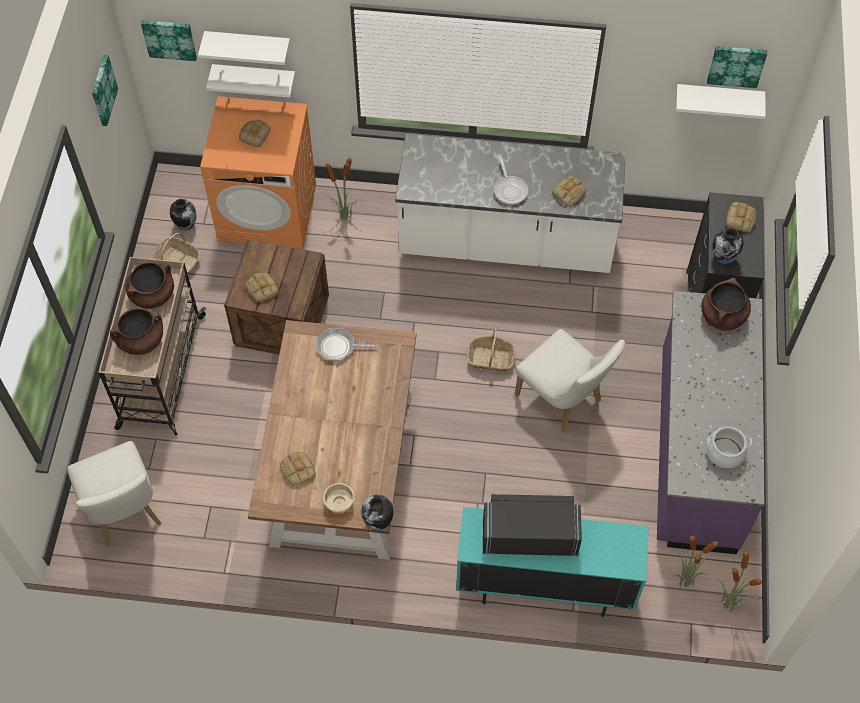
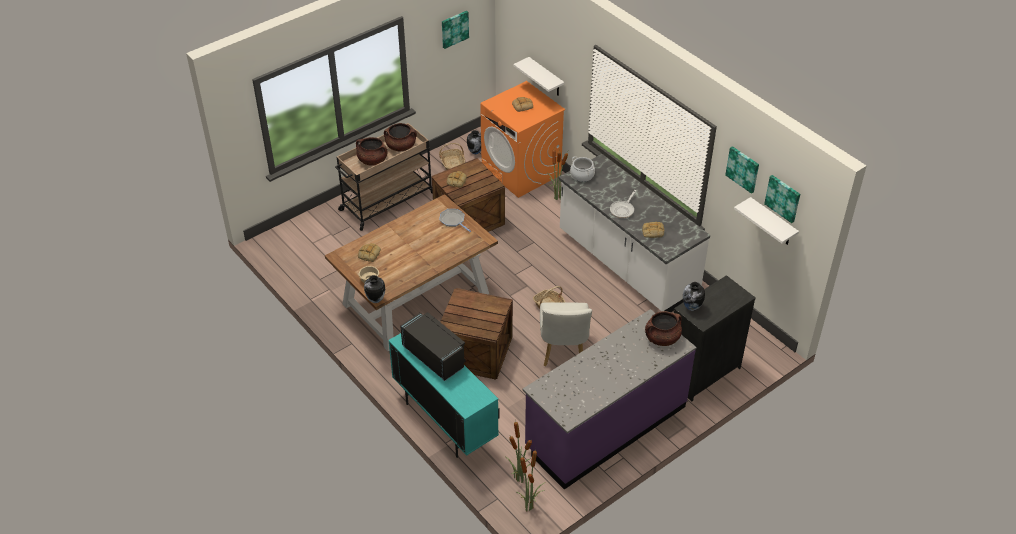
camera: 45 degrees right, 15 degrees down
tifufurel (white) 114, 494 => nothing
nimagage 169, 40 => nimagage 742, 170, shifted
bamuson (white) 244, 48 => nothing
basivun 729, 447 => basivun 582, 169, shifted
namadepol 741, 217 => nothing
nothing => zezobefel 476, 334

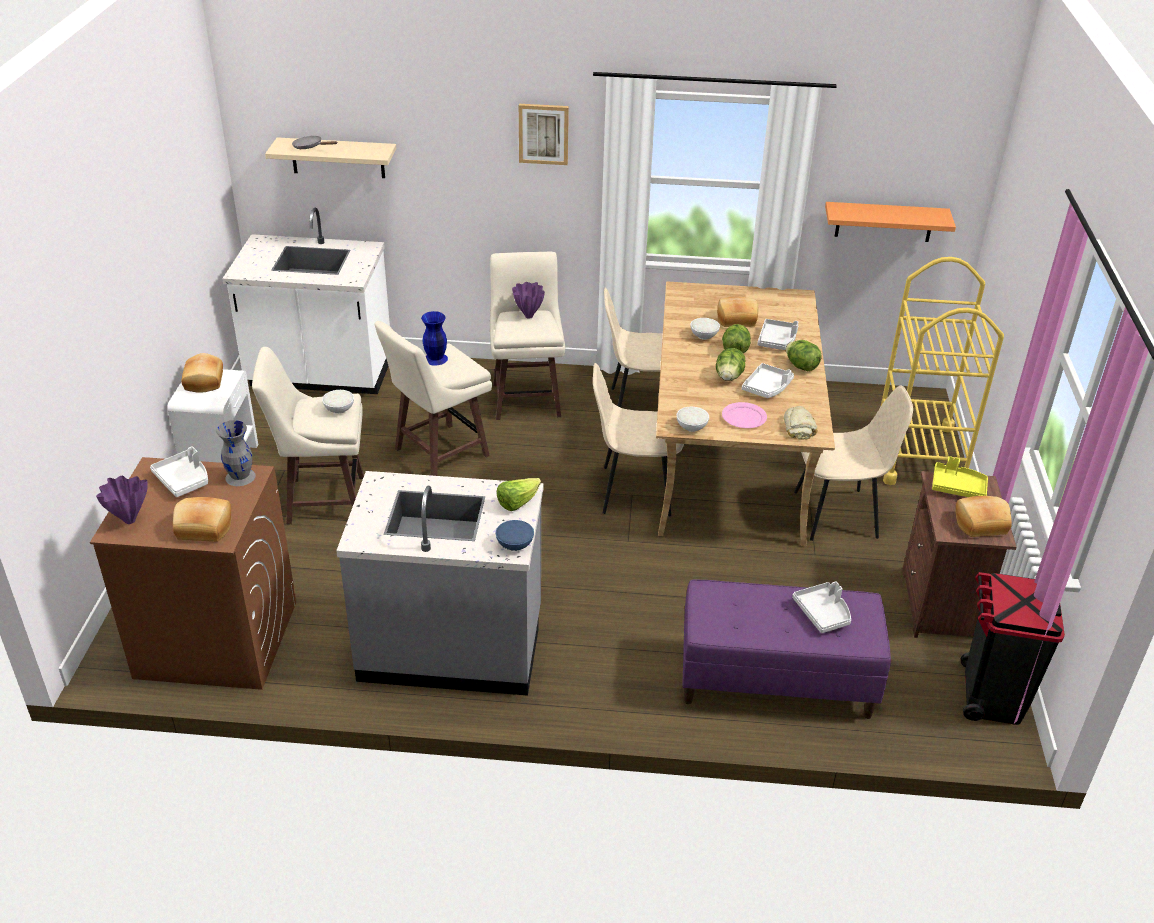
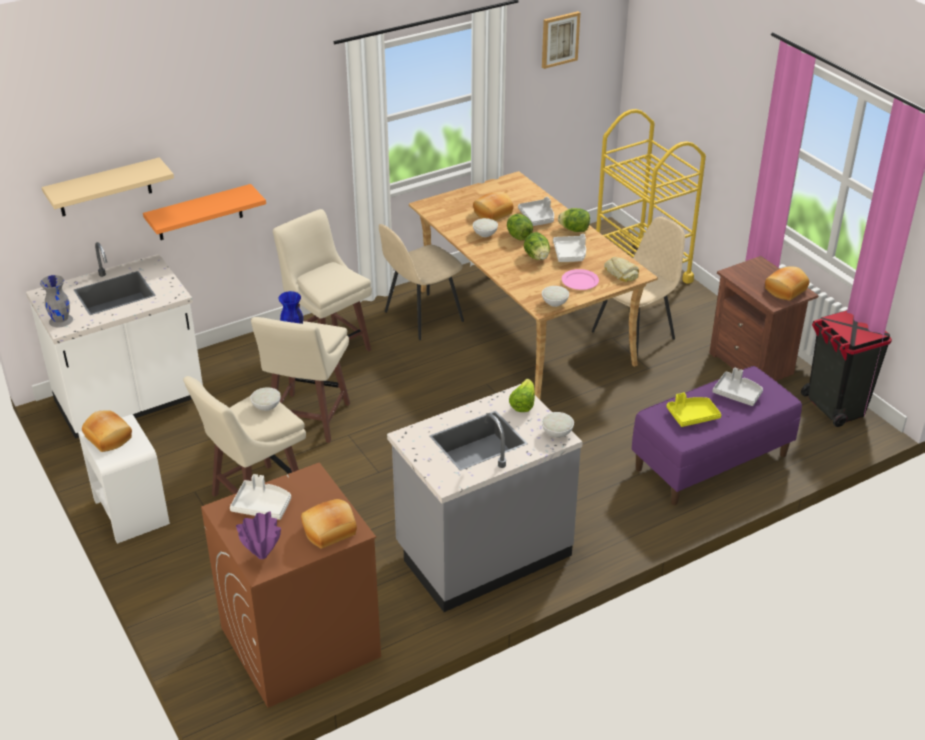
camera: 35 degrees left, 0 degrees up
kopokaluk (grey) 236, 453 => kopokaluk (grey) 56, 301, shifted
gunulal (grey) 314, 142 => nothing
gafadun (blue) 515, 535 => gafadun (white) 558, 425
kopokaluk (purple) 528, 300 => nothing
nimagage 544, 134 => nimagage 561, 40, shifted
tifufurel (beige) 638, 439 => nothing
bamuson (orange) 890, 222 => bamuson (orange) 204, 212, shifted
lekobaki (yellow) 960, 476 => lekobaki (yellow) 694, 410, shifted

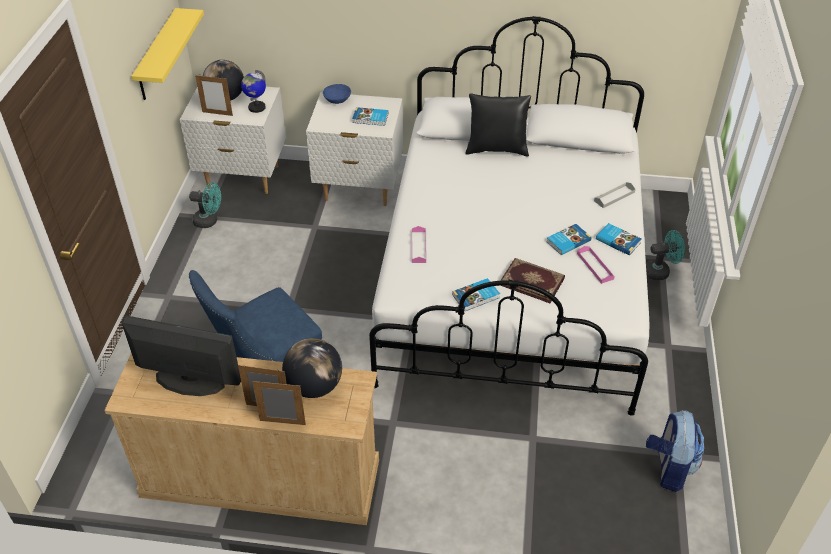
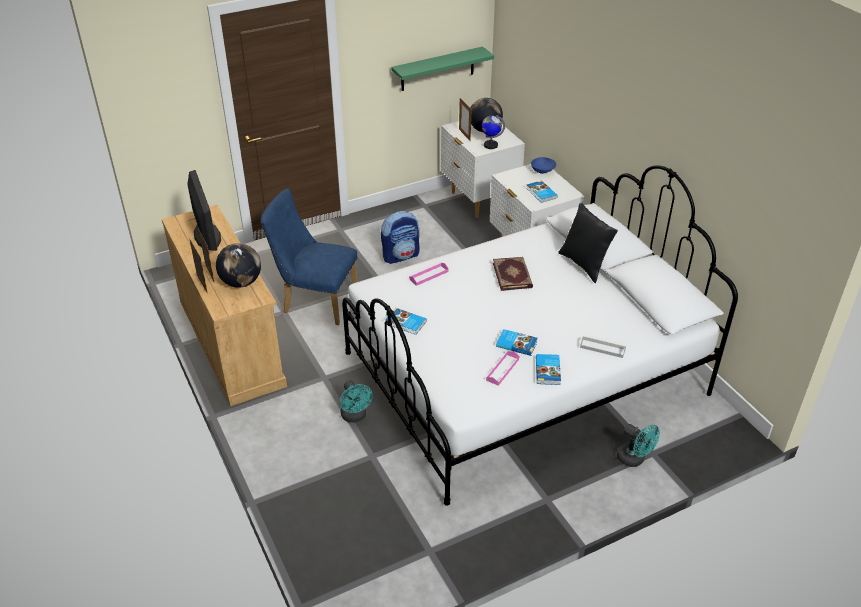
camera: 55 degrees right, 5 degrees down
bamuson (yellow) 167, 54 => bamuson (green) 442, 69
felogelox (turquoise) 205, 205 => felogelox (turquoise) 356, 401, shifted
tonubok 532, 280 => tonubok 513, 274, shifted
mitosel 675, 451 => mitosel 400, 237, shifted

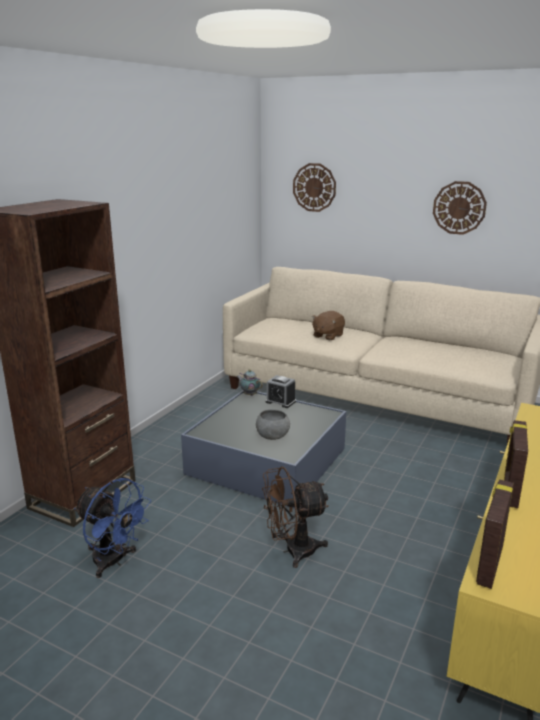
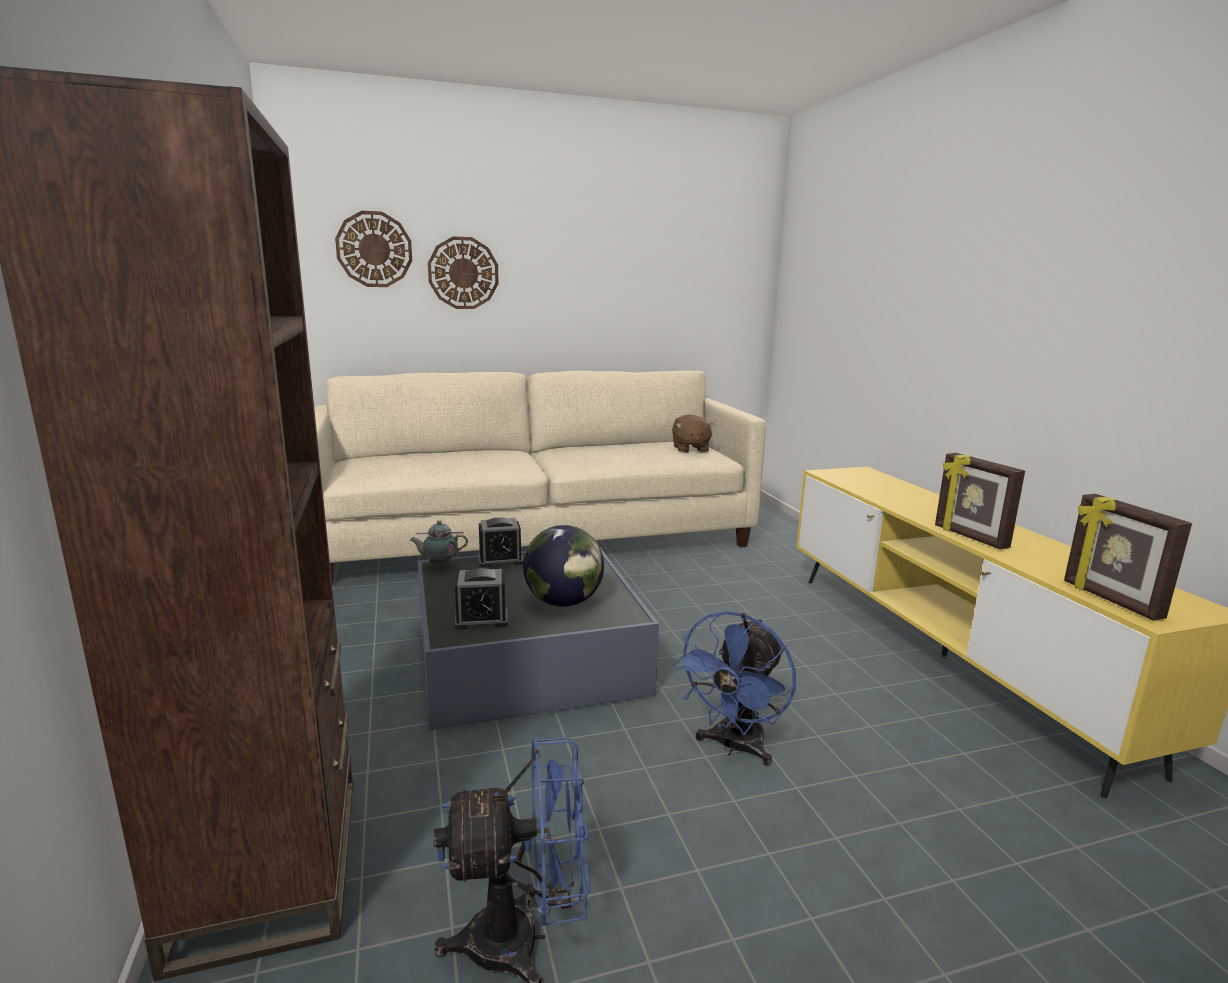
camera: 45 degrees left, 5 degrees down
gafadun (grey) 273, 424 => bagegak 563, 566
felogelox (brown) 295, 517 => felogelox (blue) 734, 688
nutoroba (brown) 328, 325 => nutoroba (brown) 693, 433, shifted
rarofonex 460, 208 => rarofonex 463, 272, shifted
nothing => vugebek 481, 599

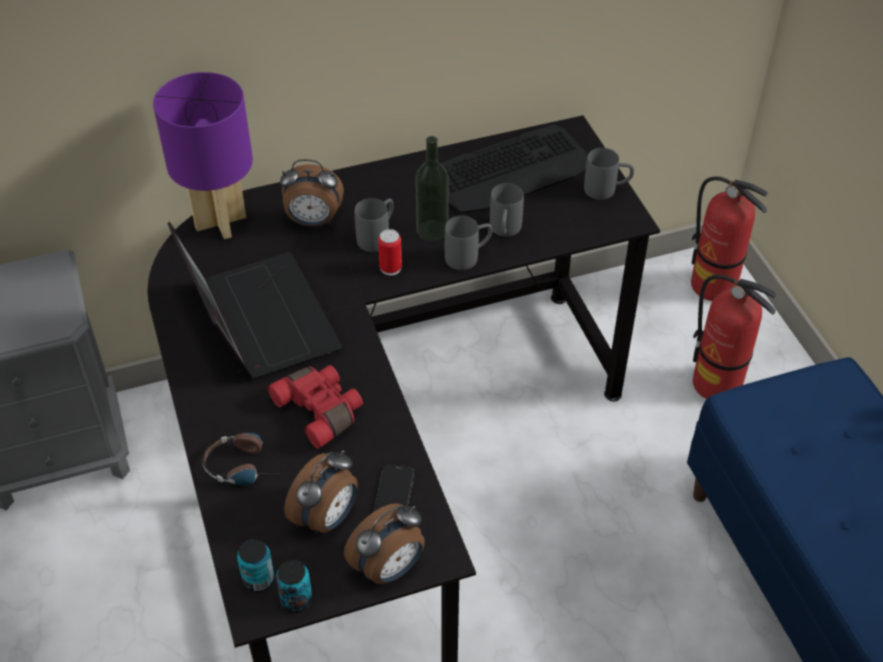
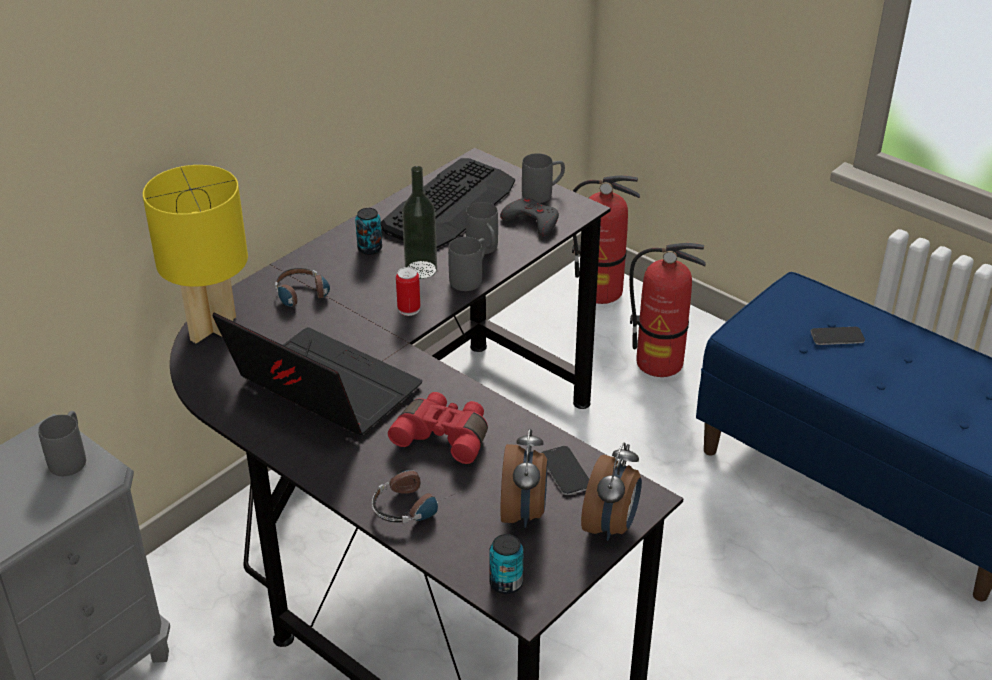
camera: 30 degrees left, 10 degrees down
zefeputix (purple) 203, 155 => zefeputix (yellow) 195, 254
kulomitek 294, 586 => kulomitek 368, 231, shifted
vugebek 312, 193 => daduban 302, 290
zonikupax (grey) 374, 225 => zonikupax (grey) 62, 443, shifted
nothing => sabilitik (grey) 529, 217
nothing => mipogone 837, 336

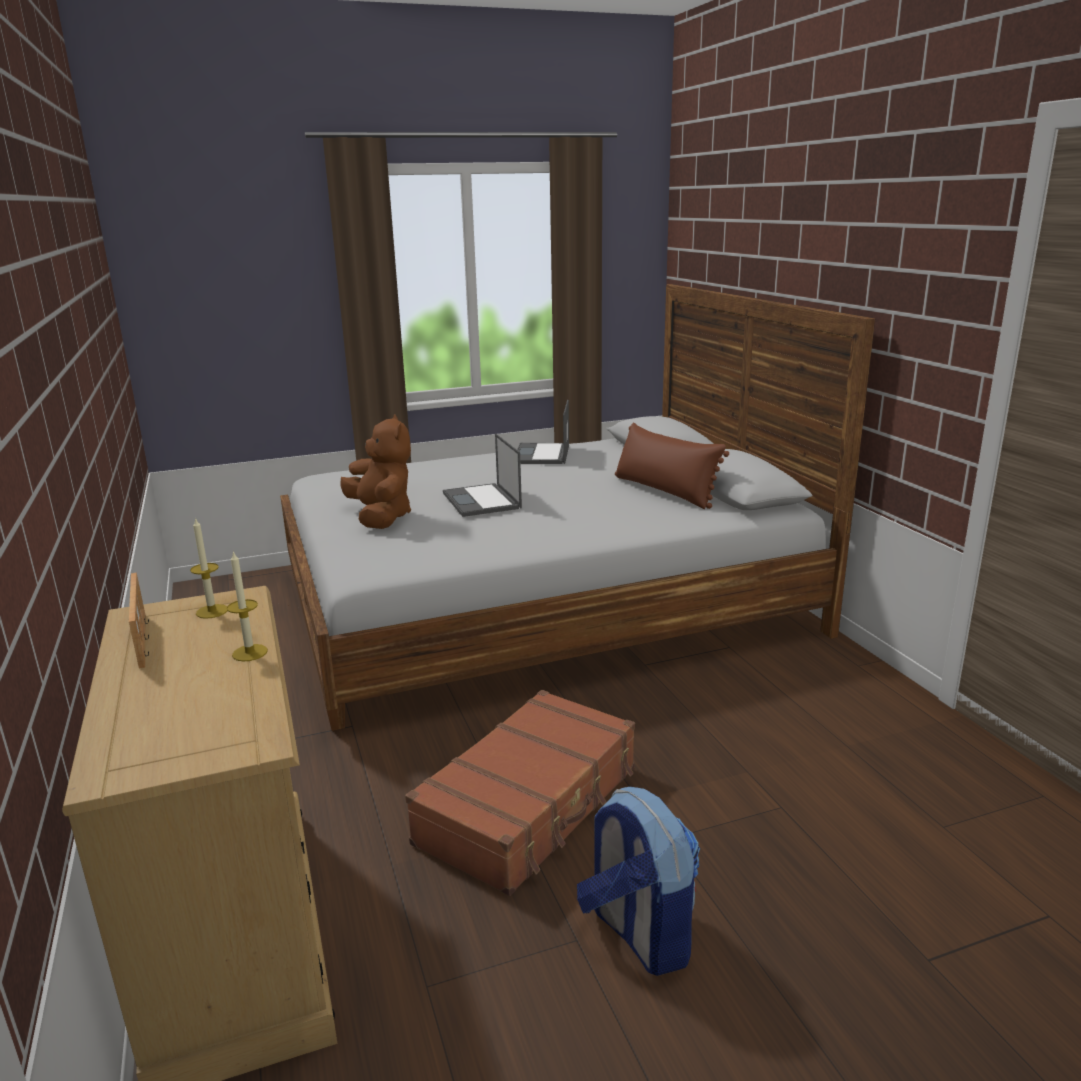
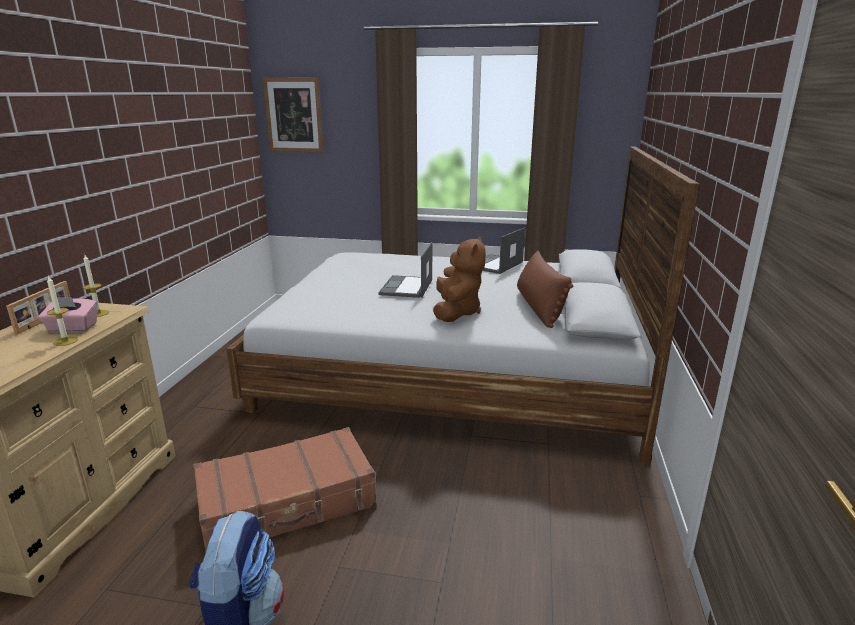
camera: 30 degrees right, 0 degrees up
nutoroba (brown) 375, 472 => nutoroba (brown) 459, 279, shifted
nothing => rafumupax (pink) 68, 314
nothing => nimagage 293, 114

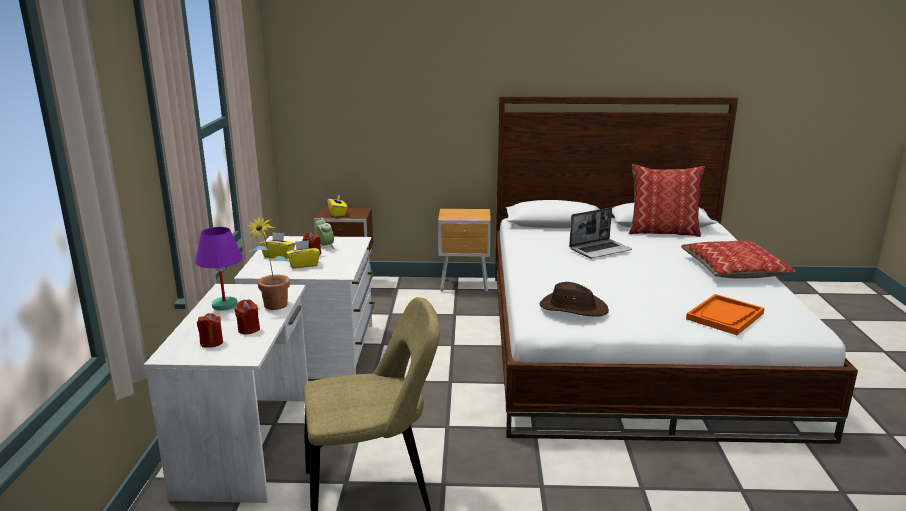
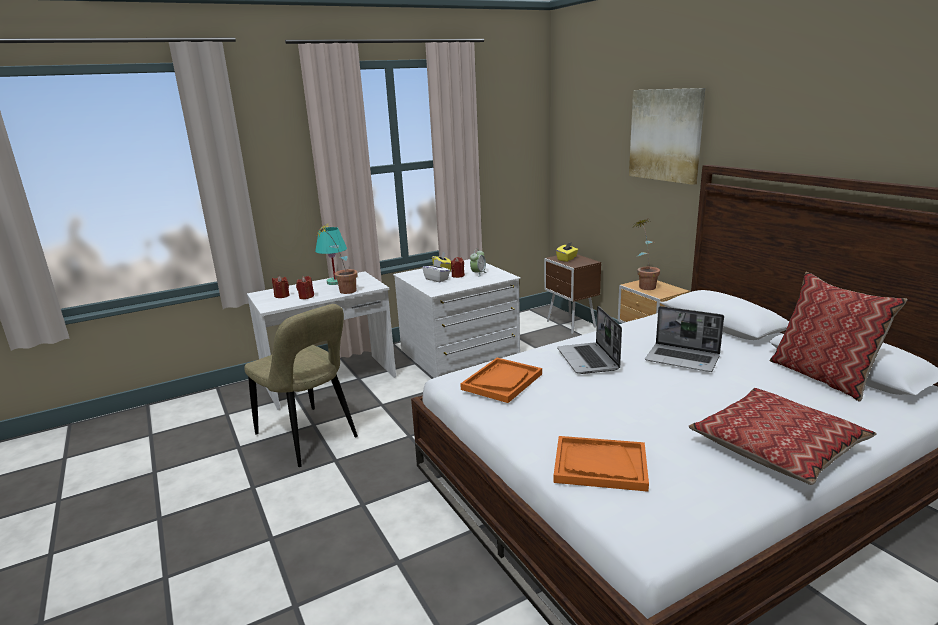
camera: 60 degrees right, 0 degrees up
zefeputix (purple) 219, 269 => zefeputix (turquoise) 331, 256
rafumupax (yellow) 303, 254 => rafumupax (white) 436, 270
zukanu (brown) 574, 299 => lekobaki (orange) 501, 380
nothing => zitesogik 589, 340
nothing => nimagage 667, 136
nothing => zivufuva 648, 254

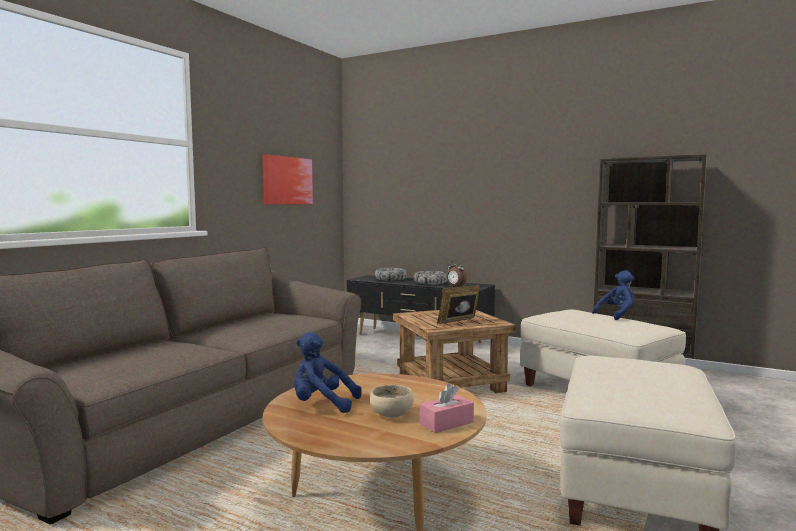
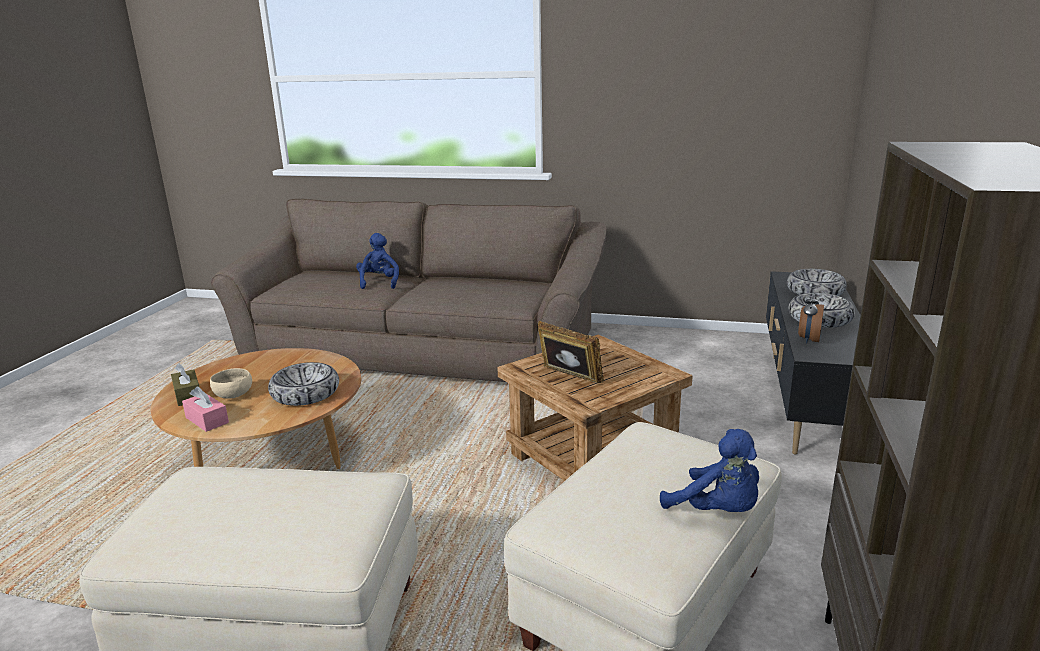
camera: 75 degrees right, 15 degrees up
nimagage 288, 179 => nothing
nutoroba (blue) 328, 372 => nutoroba (blue) 377, 261, shifted
nothing => rafumupax (brown) 185, 384
nothing => gafadun 303, 384

